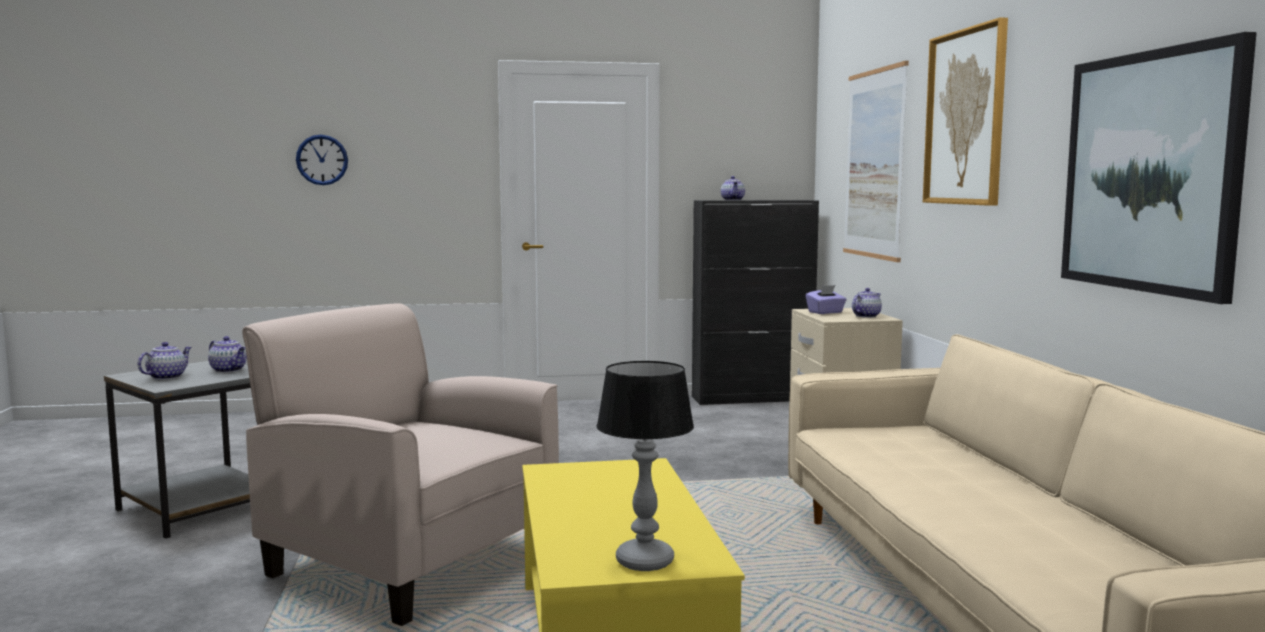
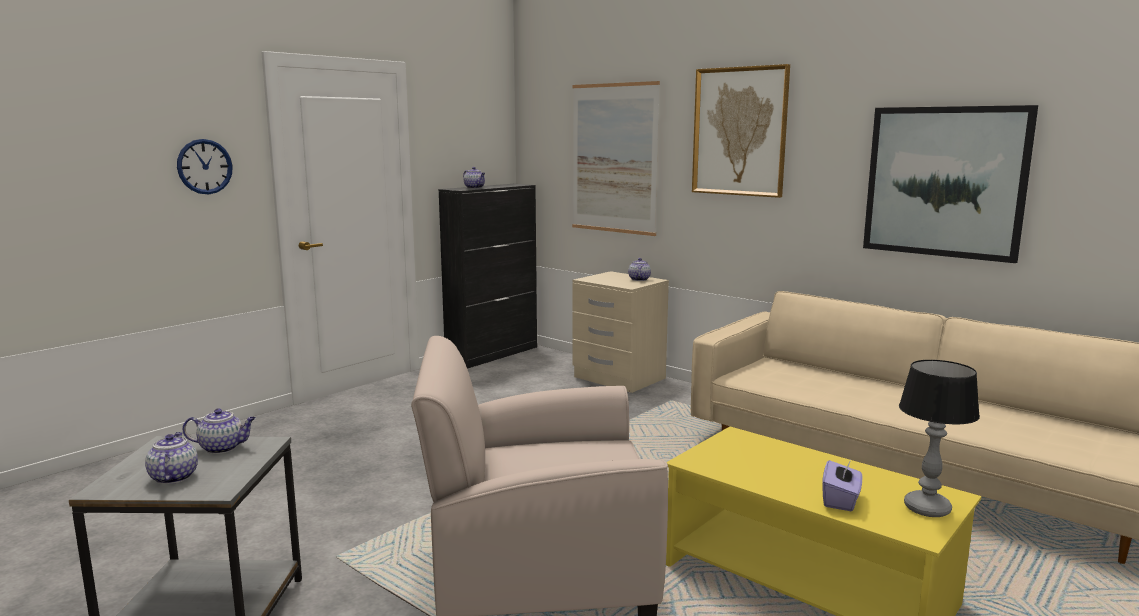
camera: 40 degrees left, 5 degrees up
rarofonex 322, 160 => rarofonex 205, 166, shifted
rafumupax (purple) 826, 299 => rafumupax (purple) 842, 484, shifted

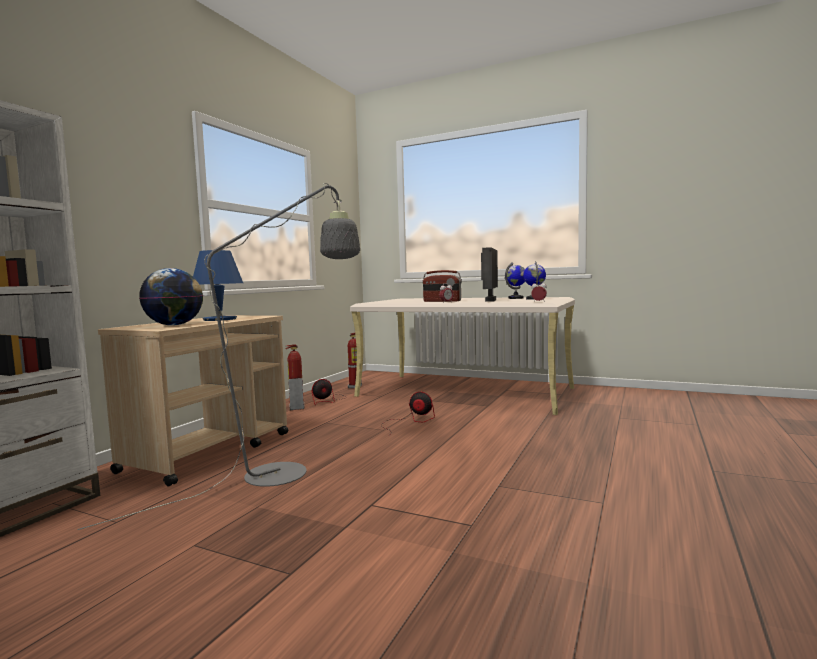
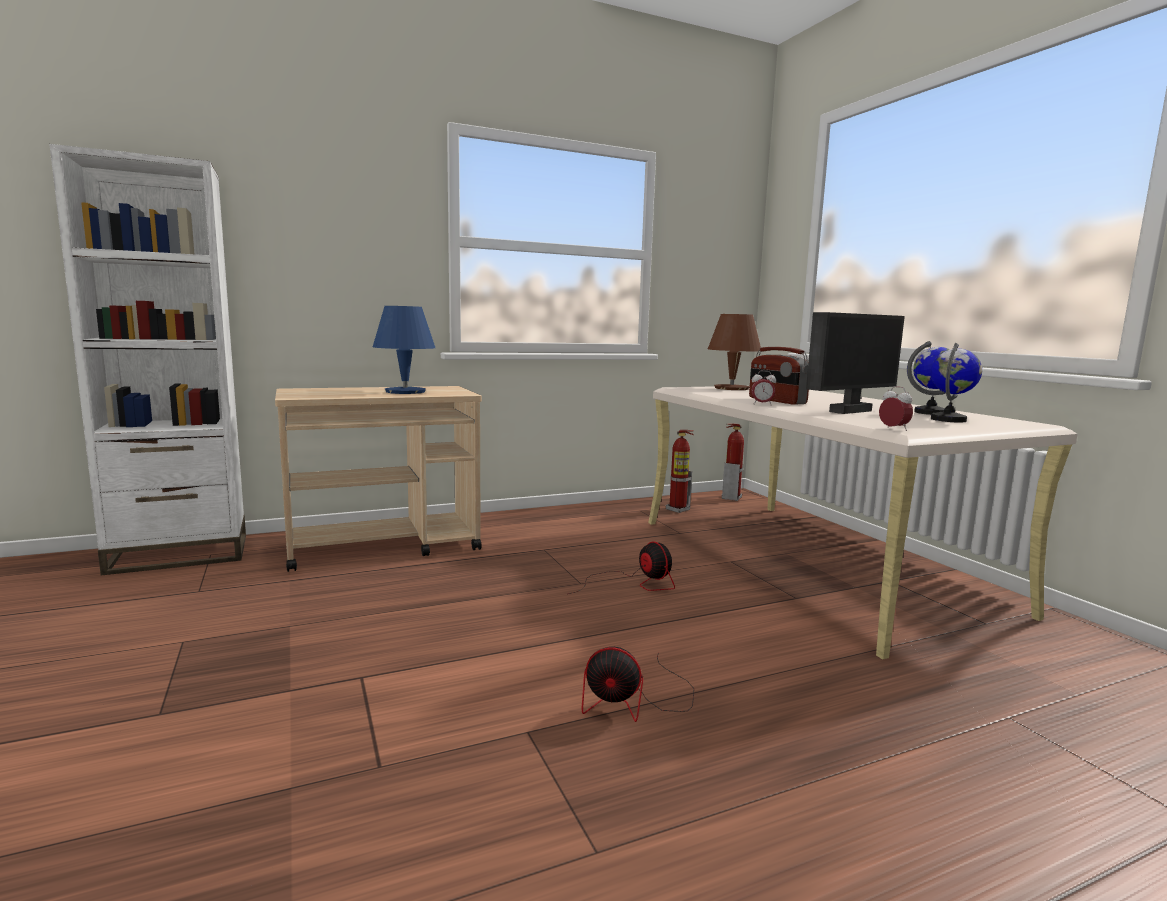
camera: 40 degrees right, 5 degrees up
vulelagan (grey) 218, 356 => nothing
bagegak 171, 296 => nothing
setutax 294, 377 => setutax 733, 462, shifted
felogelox 325, 392 => felogelox 638, 684, shifted
nothing => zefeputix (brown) 734, 352

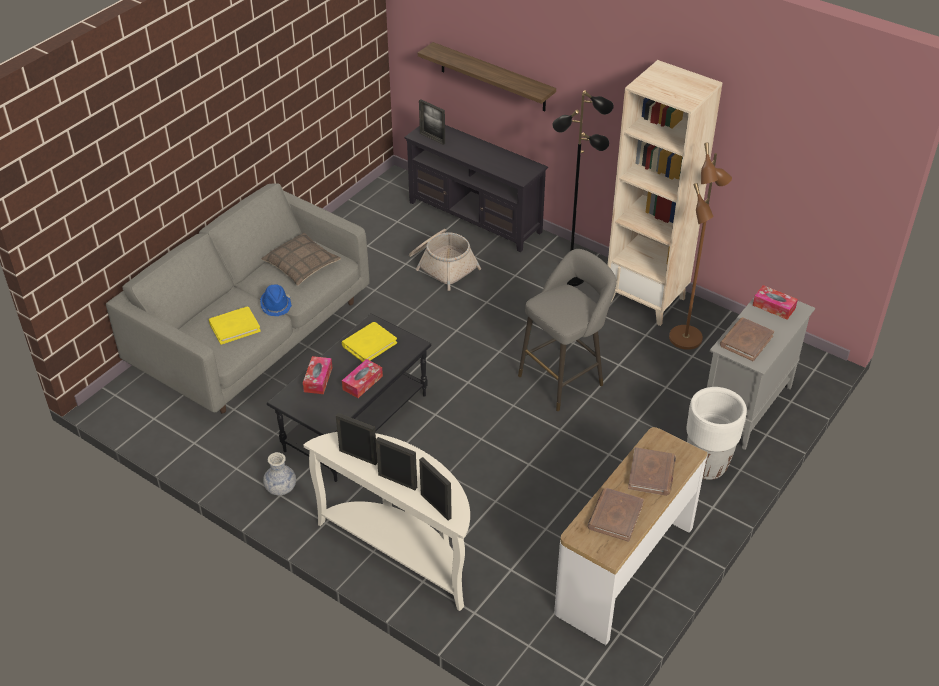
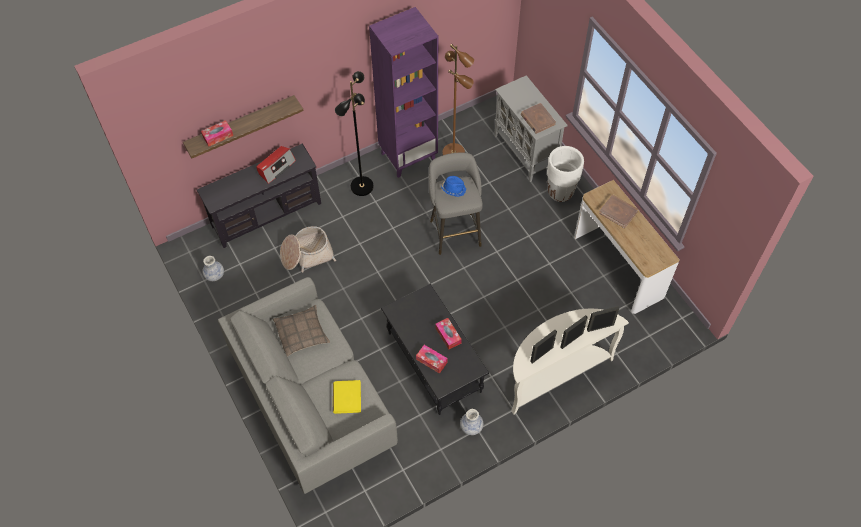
camera: 65 degrees left, 15 degrees up
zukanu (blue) 276, 300 => zukanu (blue) 453, 186, shifted
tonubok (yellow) 369, 342 => nothing
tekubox 432, 122 => nothing
tonubok (brown) 615, 515 => nothing
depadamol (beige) 665, 193 => depadamol (purple) 403, 92
rafumupax 775, 302 => rafumupax 217, 133, shifted
nothing => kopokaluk 213, 268
nothing => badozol 276, 165

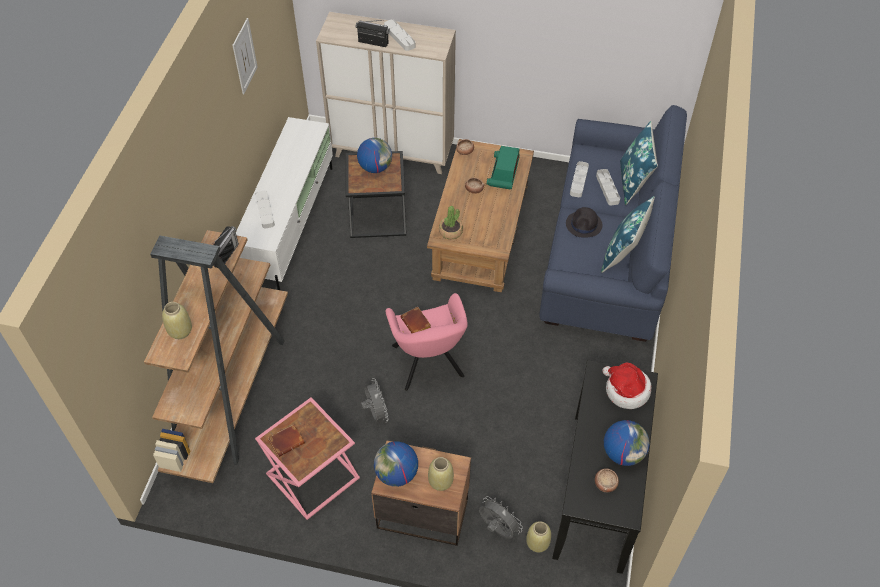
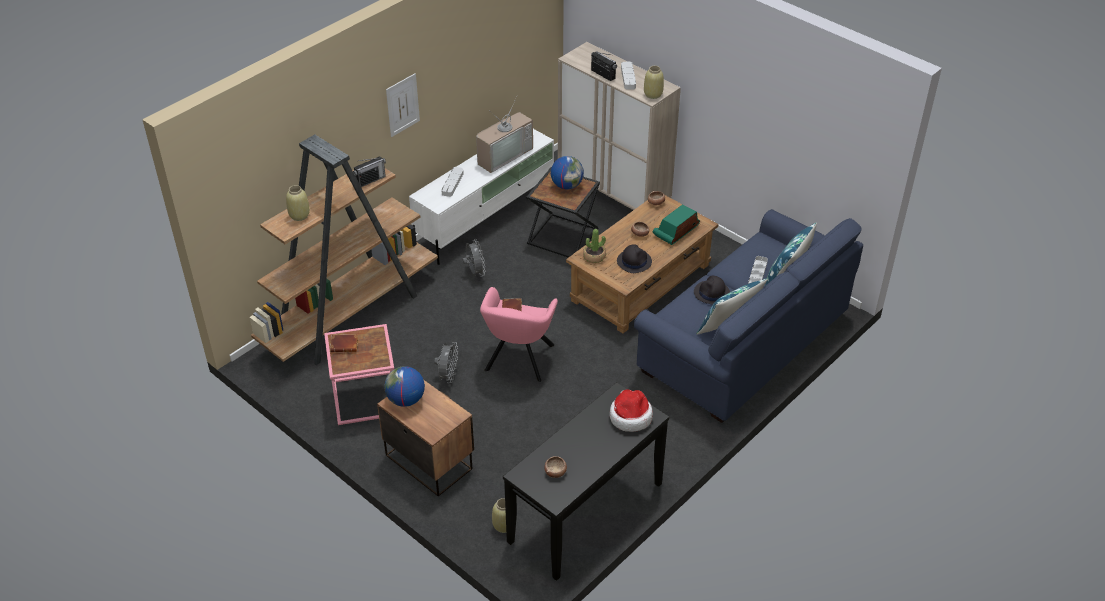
camera: 30 degrees right, 10 degrees down
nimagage 245, 56 => nimagage 403, 105, shifted
kopokaluk (beige) 441, 474 => kopokaluk (beige) 654, 82, shifted
felogelox (grey) 501, 517 => felogelox (grey) 474, 258, shifted
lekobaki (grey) 579, 179 => nothing
bagegak 627, 443 => nothing
nothing => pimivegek 504, 134
nothing => zukanu (black) 634, 258

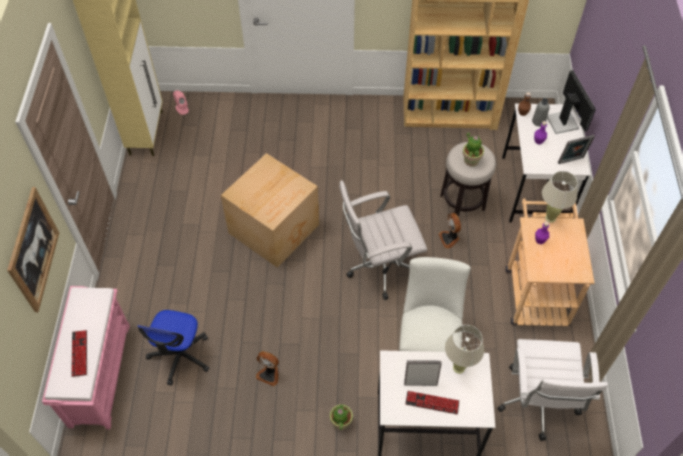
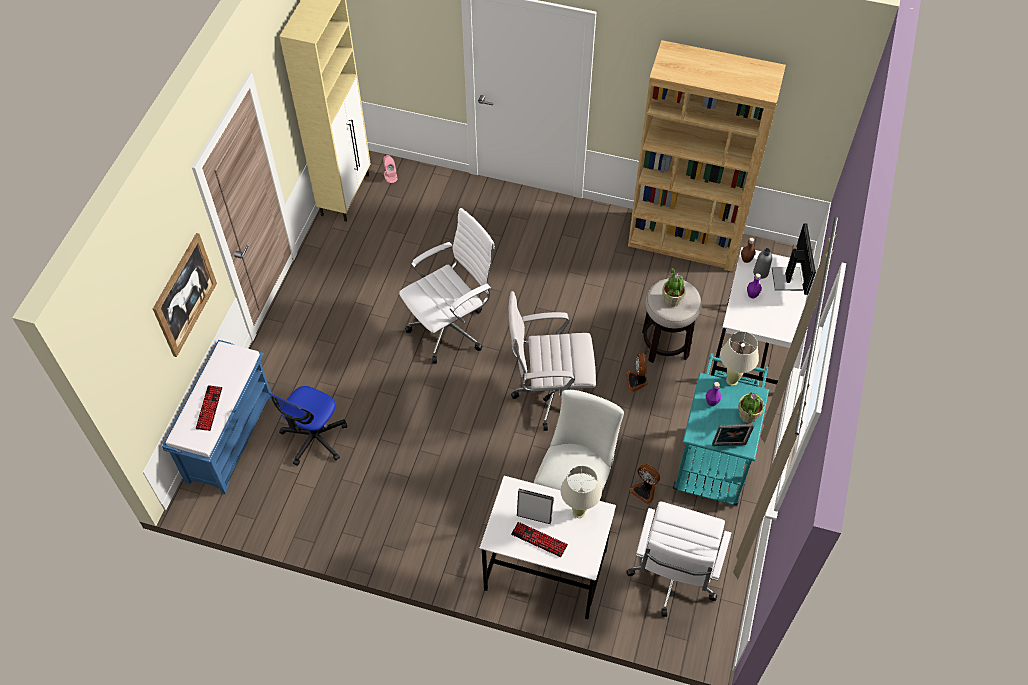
camera: 15 degrees right, 0 degrees up
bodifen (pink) 86, 357 => bodifen (blue) 217, 417
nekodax 270, 210 => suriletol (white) 447, 286
felogelox 267, 368 => felogelox 645, 484, shifted
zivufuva 341, 417 => zivufuva 751, 408, shifted
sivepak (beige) 550, 262 => sivepak (turquoise) 721, 429
tekubox 576, 149 => tekubox 733, 435, shifted

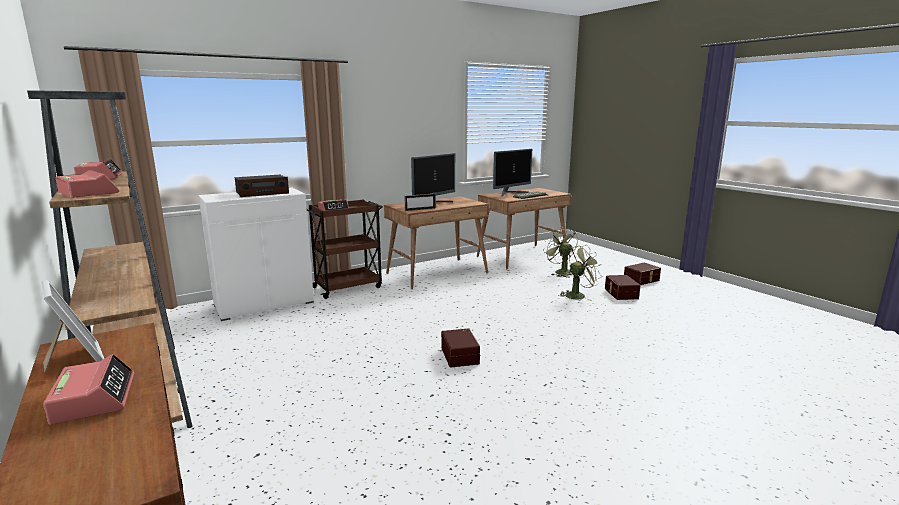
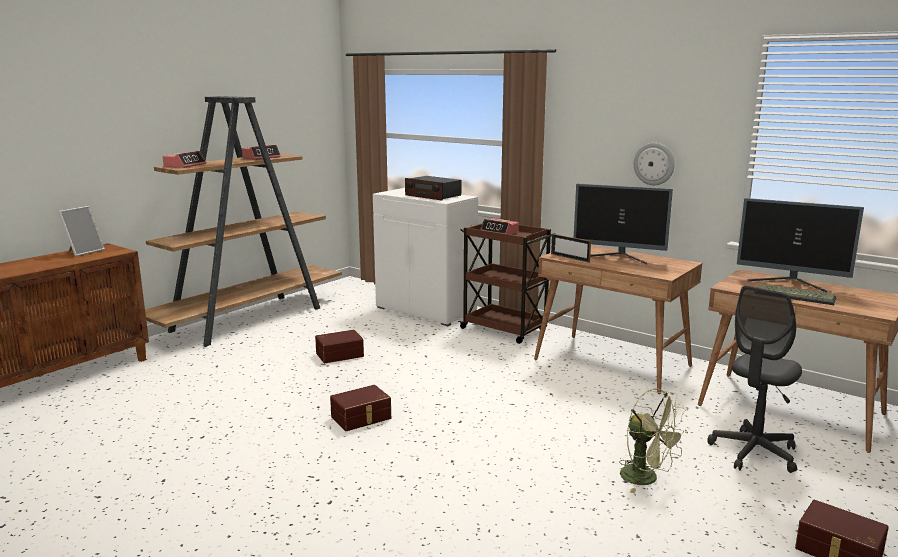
camera: 70 degrees right, 0 degrees up
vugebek 88, 389 => nothing
felogelox (green) 560, 252 => suriletol (grey) 754, 379
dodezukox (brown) 622, 287 => dodezukox (brown) 339, 346, shifted
nothing => rarofonex 654, 164

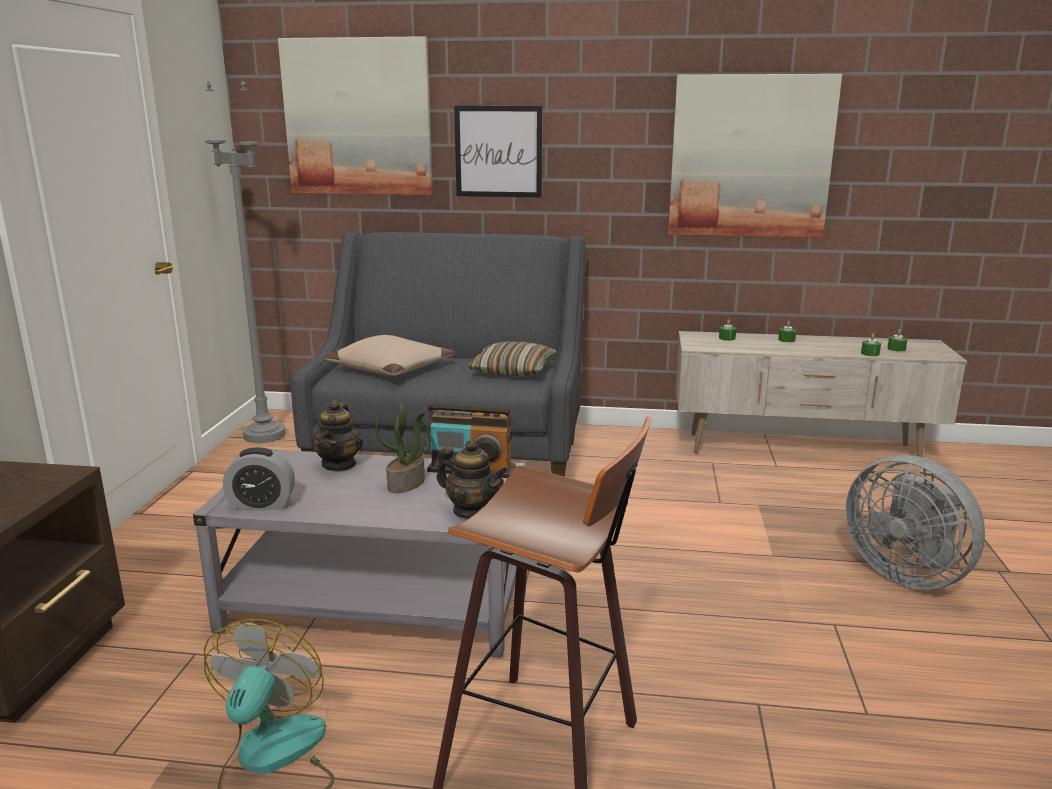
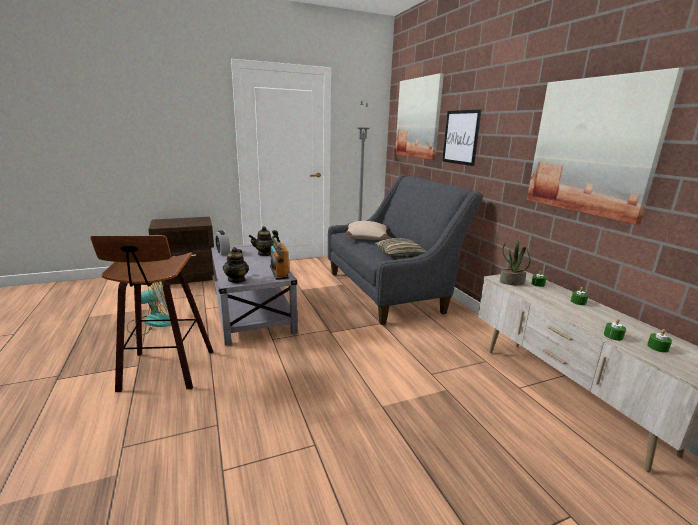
camera: 60 degrees right, 0 degrees up
zivufuva 403, 448 => zivufuva 515, 262, shifted
felogelox (grey) 915, 522 => nothing

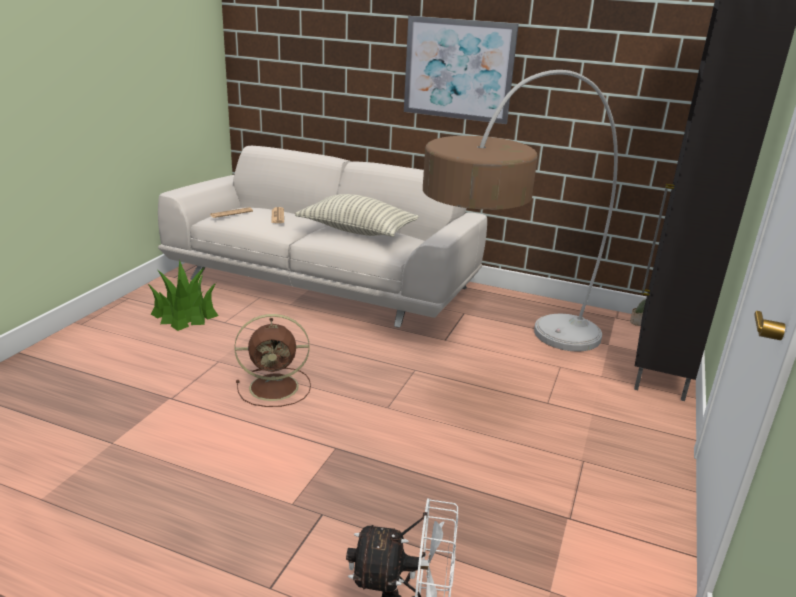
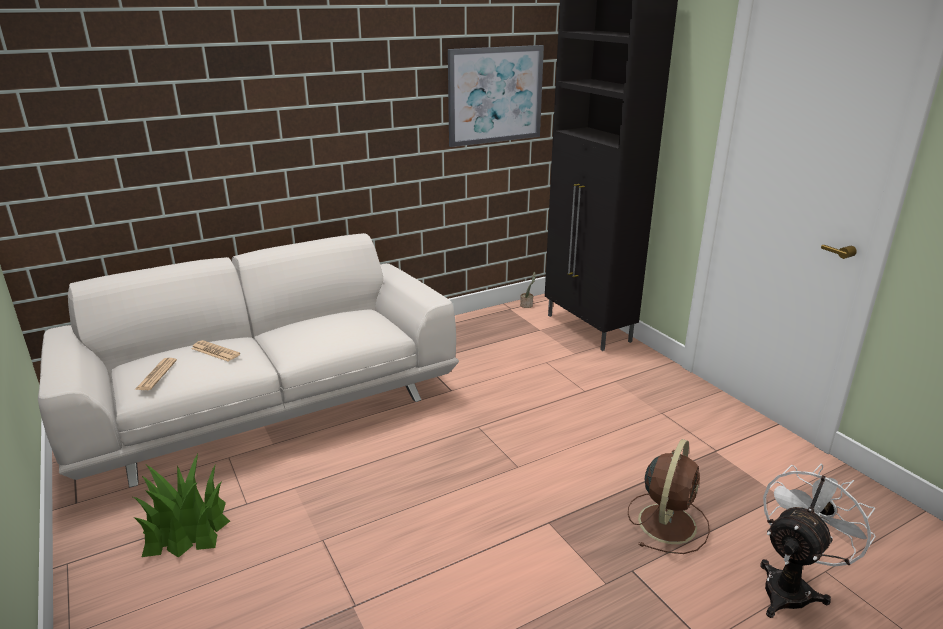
camera: 50 degrees left, 0 degrees up
felogelox (brown) 272, 360 => felogelox (brown) 669, 496, shifted
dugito 357, 215 => nothing
nimagage 461, 70 => nimagage 496, 96, shifted
vulelagan 520, 211 => nothing

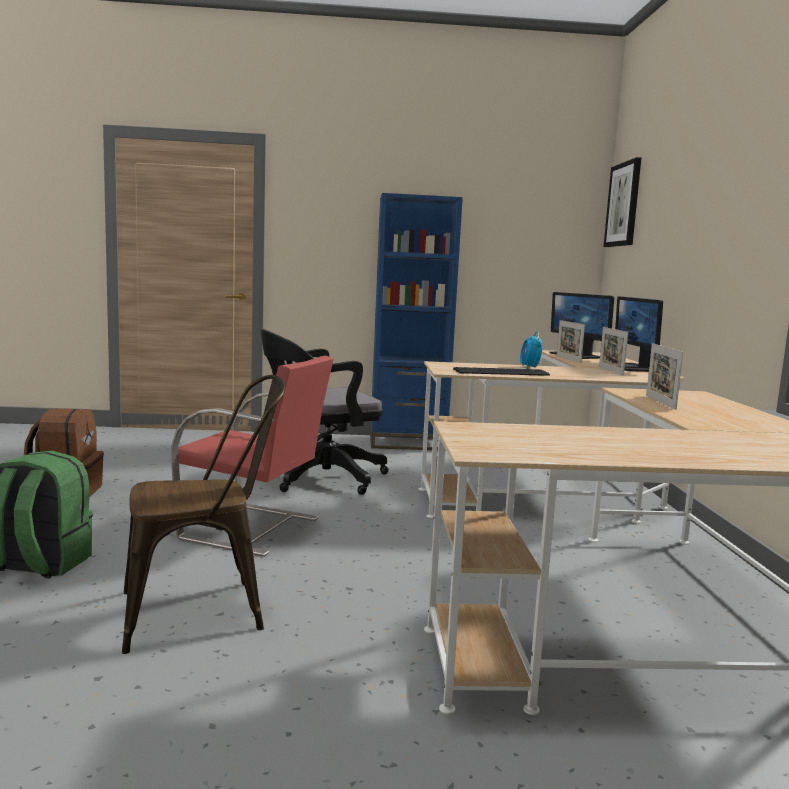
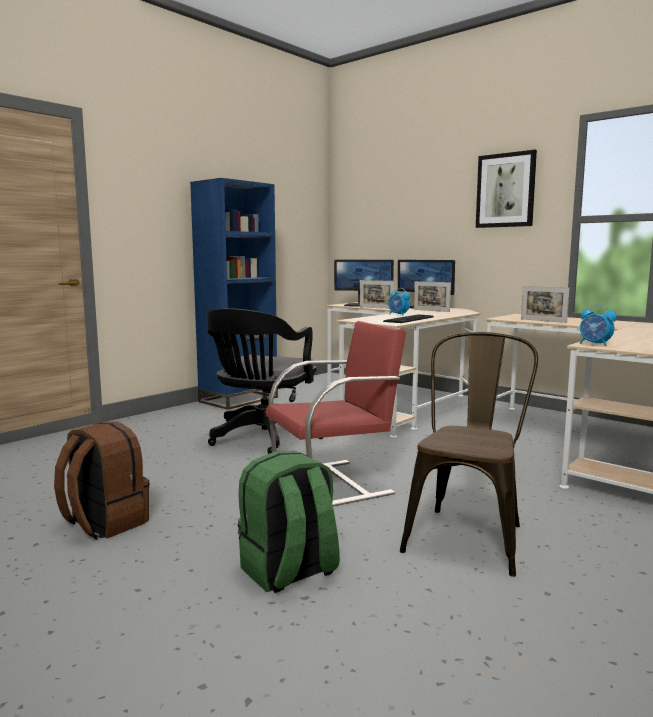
camera: 45 degrees left, 0 degrees up
nimagage 622, 202 => nimagage 506, 189, shifted
nothing => vugebek 598, 325

